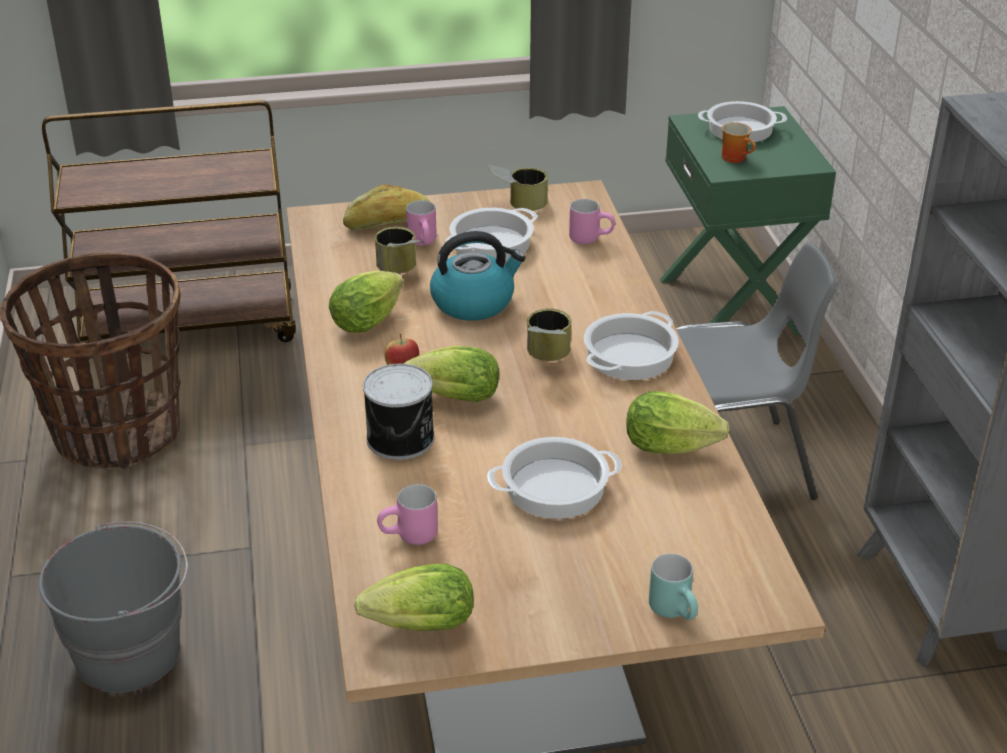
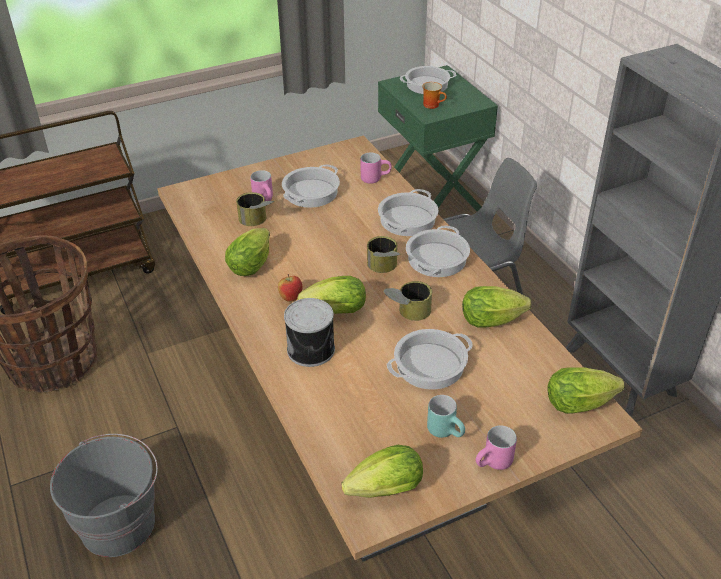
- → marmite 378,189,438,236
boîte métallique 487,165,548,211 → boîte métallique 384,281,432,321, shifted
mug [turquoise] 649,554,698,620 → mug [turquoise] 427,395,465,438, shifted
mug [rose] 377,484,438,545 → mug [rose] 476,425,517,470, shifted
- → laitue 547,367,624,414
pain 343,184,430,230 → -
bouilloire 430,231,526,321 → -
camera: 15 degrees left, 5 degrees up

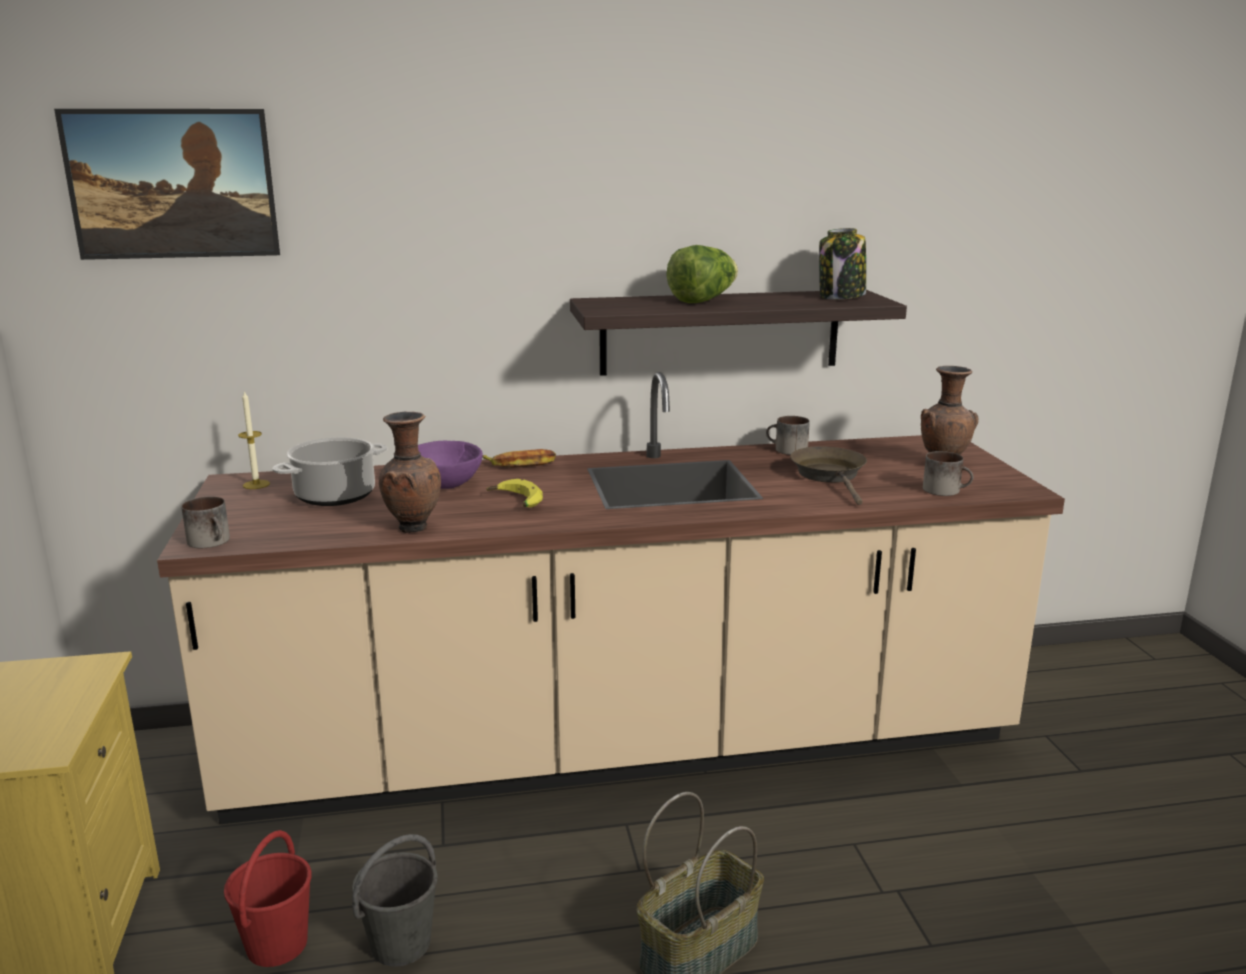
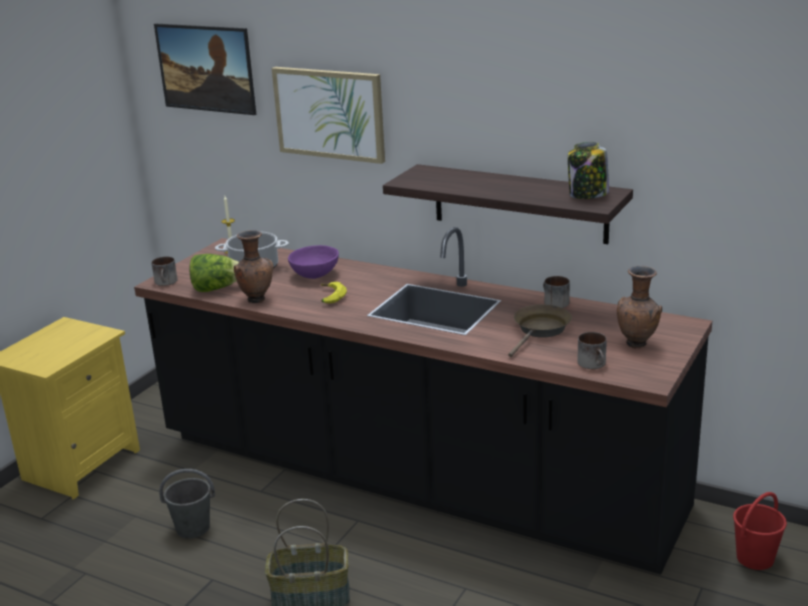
comptoir de cuisine [beige] 157,372,1065,824 → comptoir de cuisine [noir] 134,227,712,575
laitue 666,245,738,303 → laitue 189,254,239,292, shifted
- → tableau 272,67,385,164
seau [rouge] 224,830,312,967 → seau [rouge] 733,492,787,570, shifted
banane 482,449,556,468 → -
camera: 40 degrees right, 5 degrees up

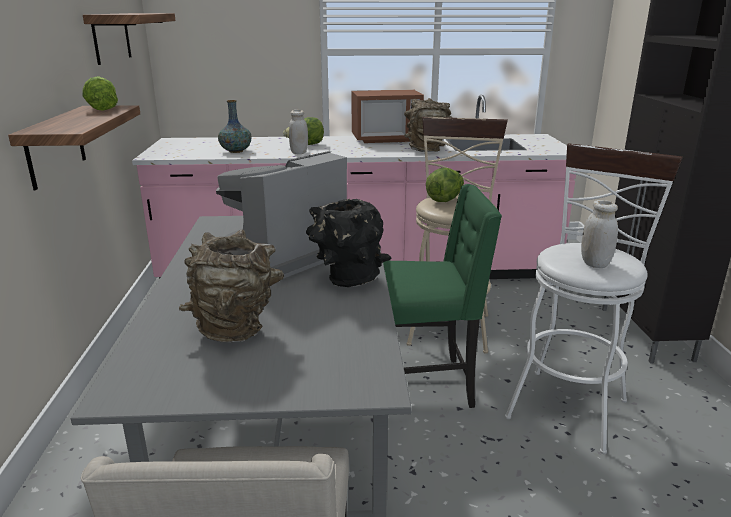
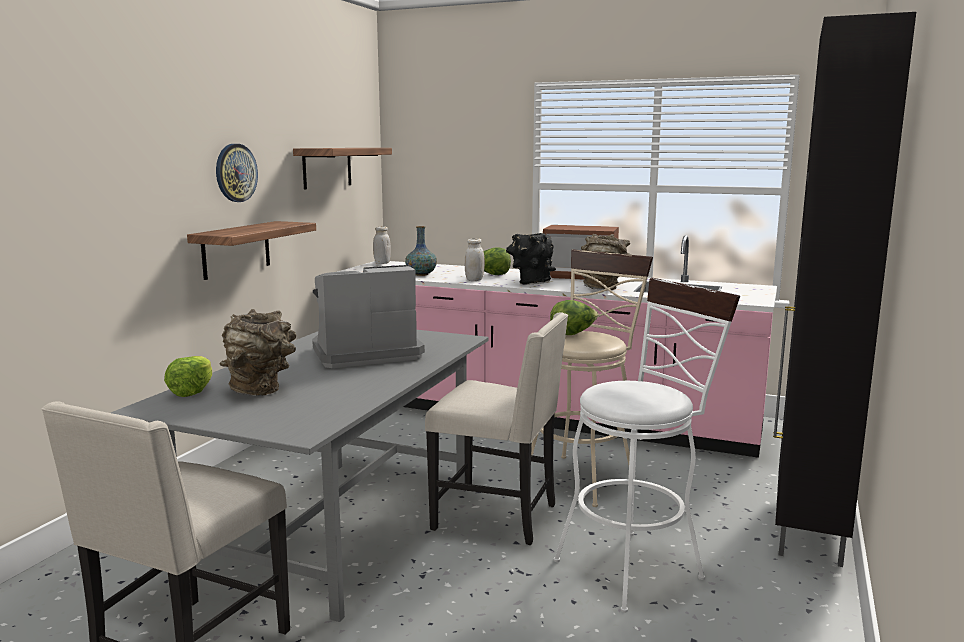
laitue 82,76,118,110 → laitue 164,356,212,397, shifted
- → horloge murale 216,144,258,202
bocal [blanc] 581,200,618,268 → bocal [blanc] 373,226,391,264, shifted
chaise [vert] 383,184,502,408 → chaise [beige] 425,312,568,545
vase [noir] 306,199,391,287 → vase [noir] 506,233,556,285, shifted
camera: 25 degrees right, 10 degrees down

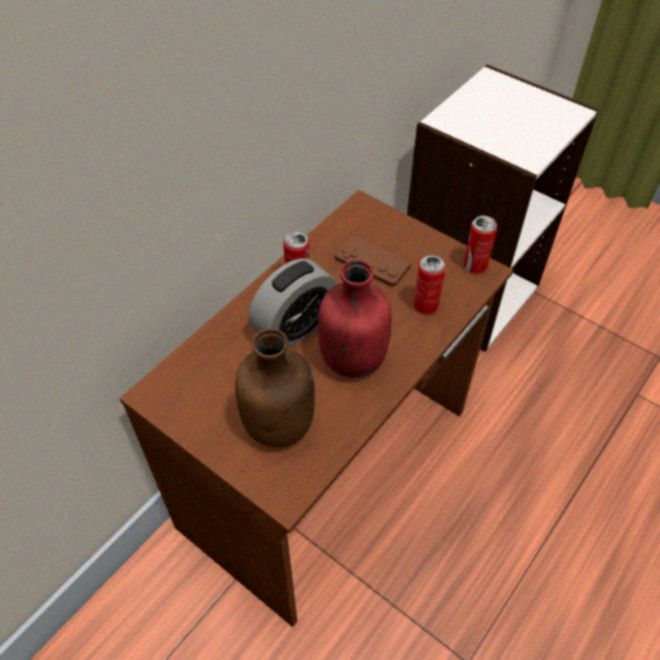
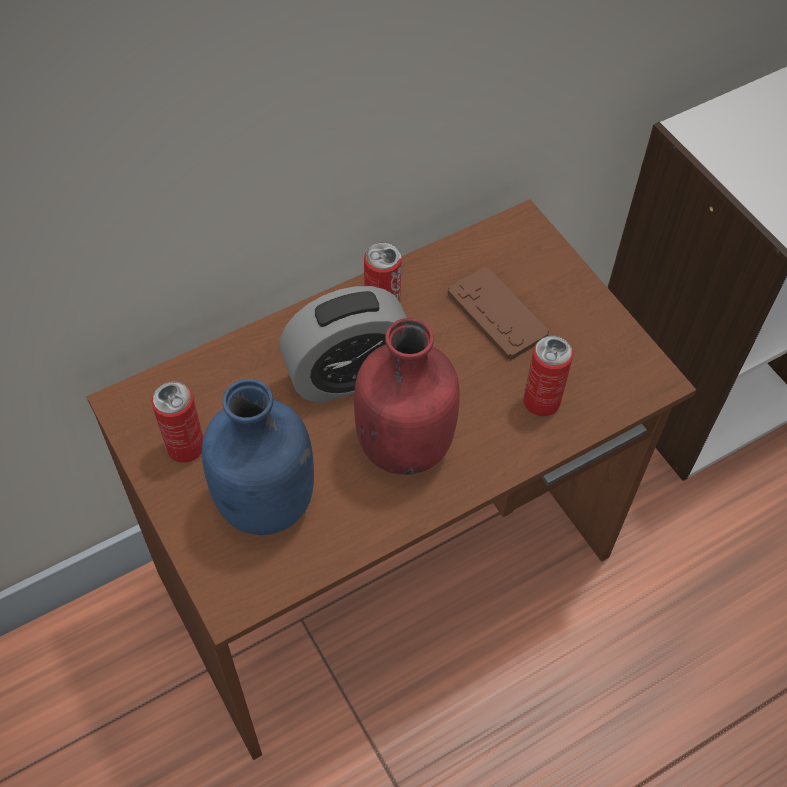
boîte métallique 464,216,497,274 → boîte métallique 152,382,203,463, shifted
bouteille [marron] 235,328,315,447 → bouteille [bleu] 202,379,314,535
camera: 20 degrees right, 5 degrees up

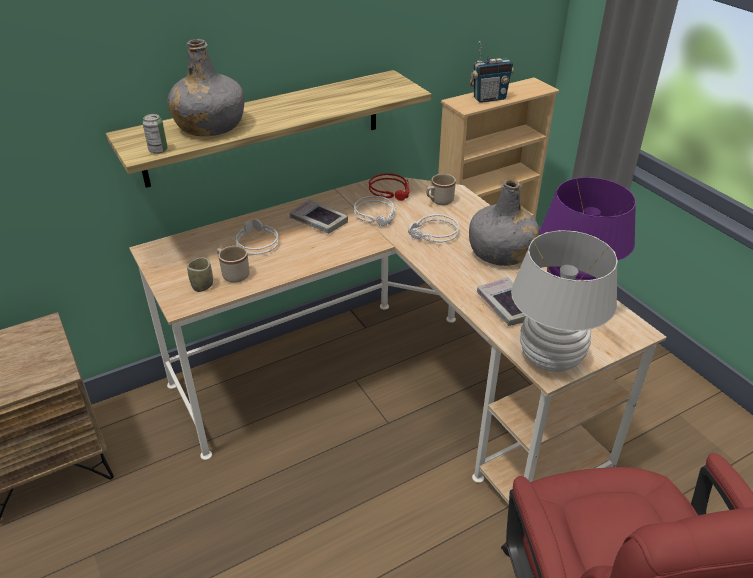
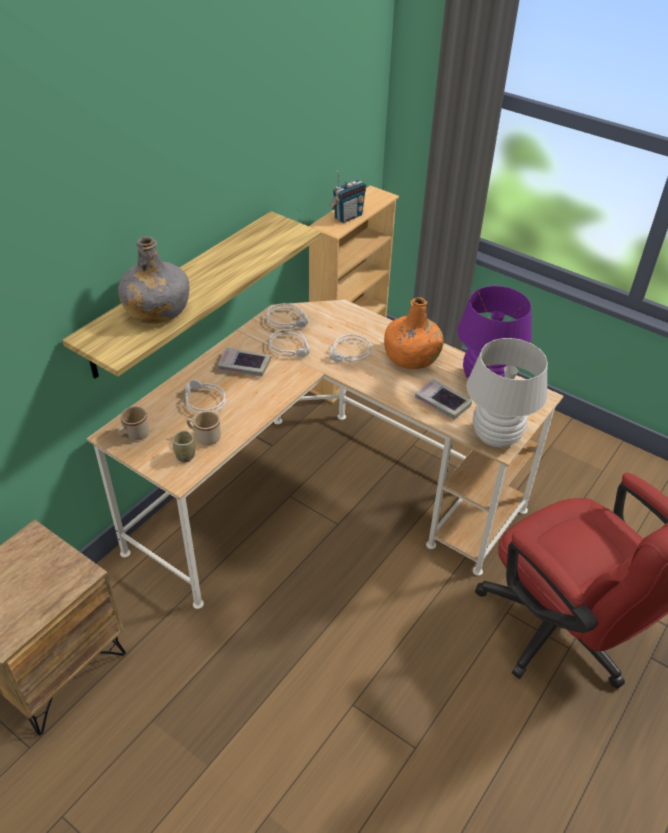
mug [beige] 426,174,456,205 → mug [beige] 118,406,149,440, shifted
casque audio [rouge] 369,173,410,201 → casque audio [gris] 266,303,308,329
bouteille [gris] 469,180,539,266 → bouteille [orange] 384,297,444,369
boîte métallique 142,114,168,154 → -
camera: 25 degrees left, 5 degrees up

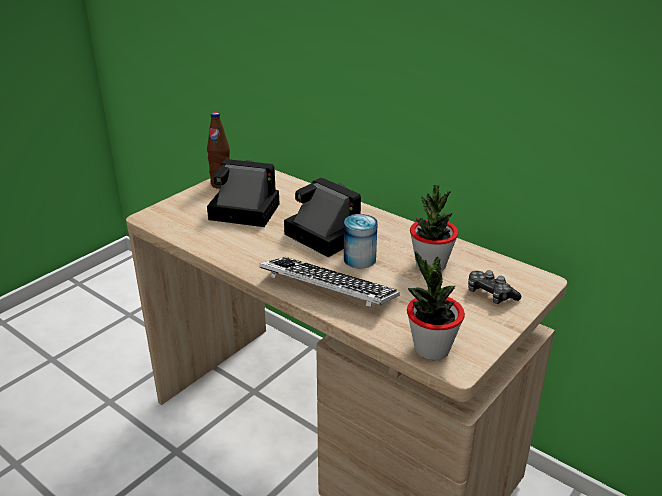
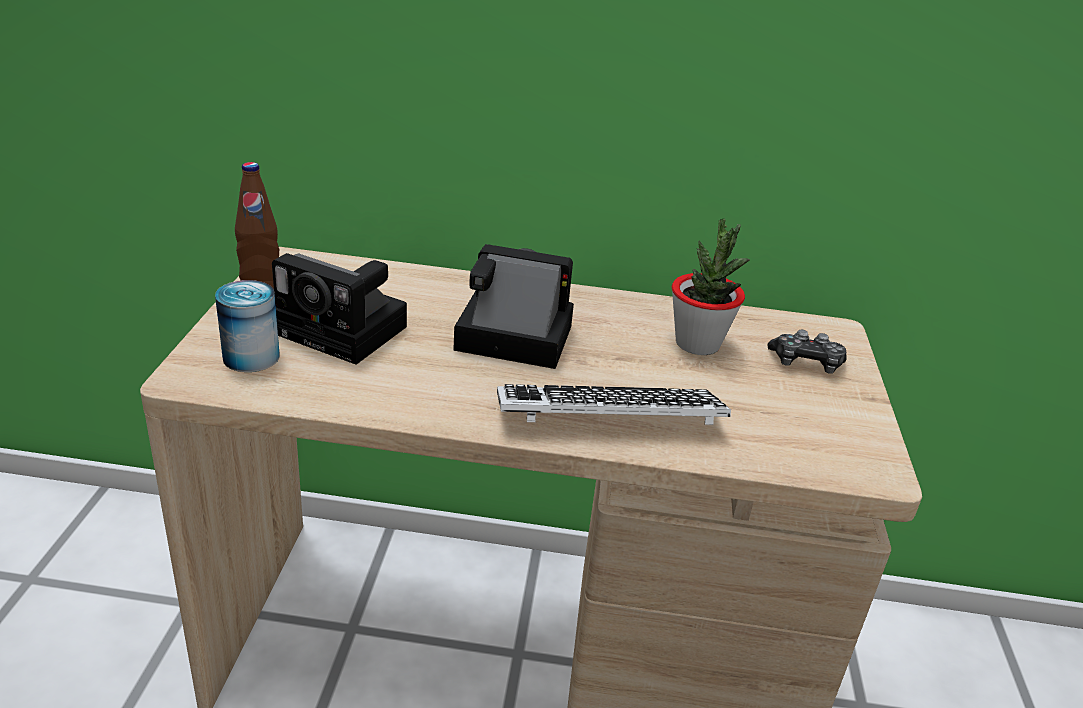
boîte métallique 344,214,378,268 → boîte métallique 215,280,280,372, shifted
appareil photo 207,159,279,227 → appareil photo 272,253,407,365, 135 degrees counterclockwise
plante en pot 407,251,465,360 → -
camera: 35 degrees left, 0 degrees up

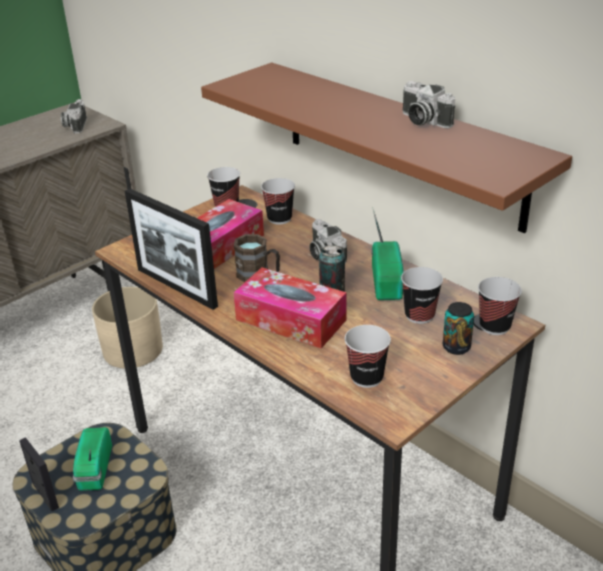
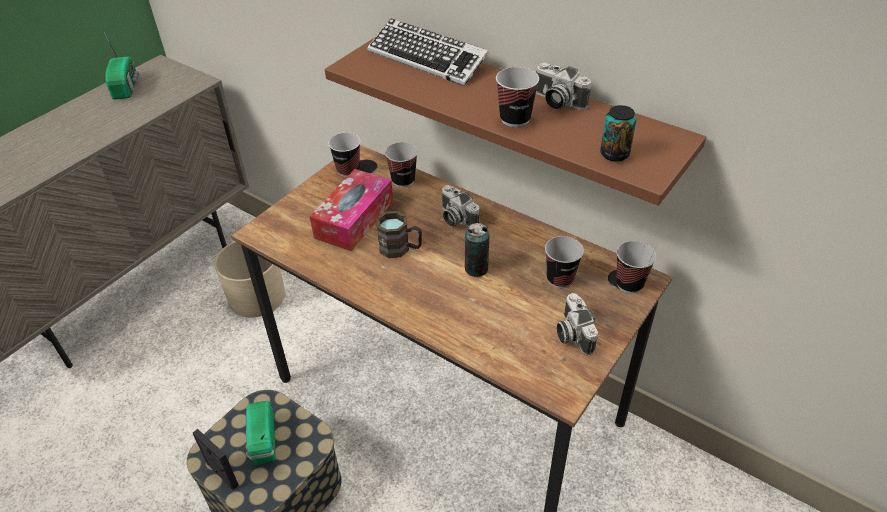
radio 371,207,405,300 → radio 104,32,139,100, shifted
- → clavier 367,18,489,86
tasse 345,325,391,388 → tasse 496,67,539,127, shifted
appareil photo 61,99,87,133 → appareil photo 557,293,598,355, shifted
boîte métallique 443,302,474,355 → boîte métallique 600,105,636,162, shifted
cadre photo 125,189,218,310 → -
boîte à mouchoirs 233,267,346,348 → -
camera: 10 degrees left, 10 degrees up

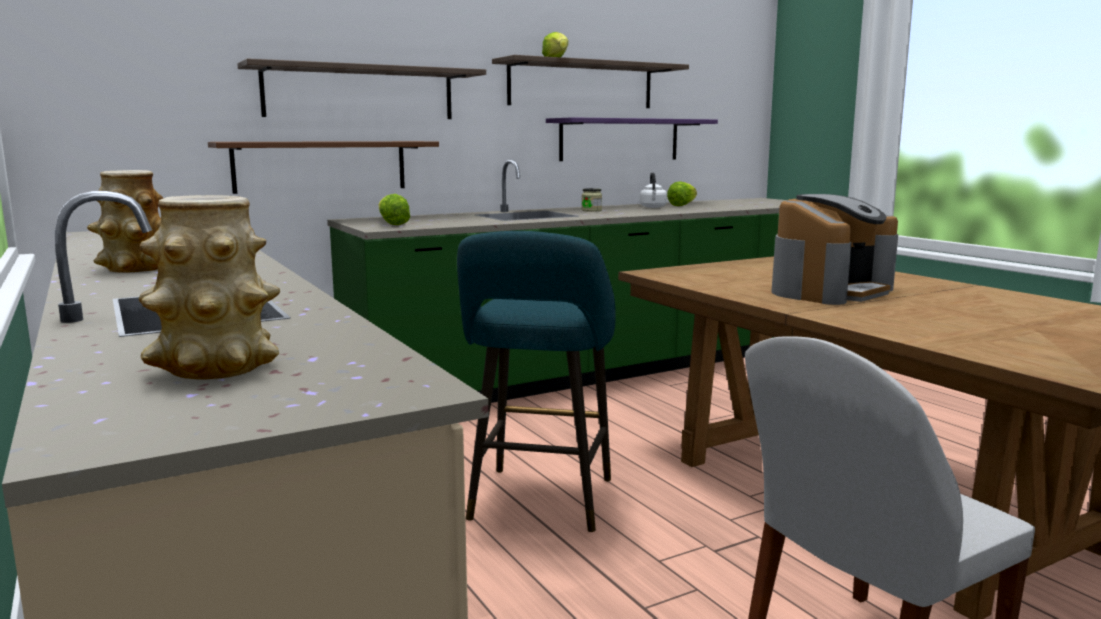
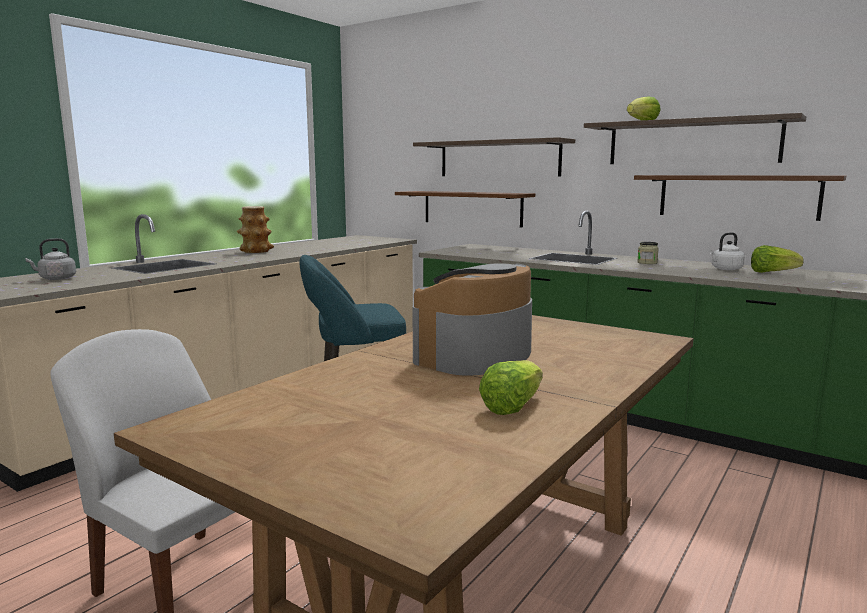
vase 139,195,280,379 → bouilloire [gris] 25,238,76,280
machine à café 771,194,898,305 → machine à café 412,263,532,376, 105 degrees clockwise
laitue 379,194,410,225 → laitue 479,360,543,415, shifted
étagère [violet] 546,117,718,161 → étagère [marron] 634,175,846,221
camera: 65 degrees right, 0 degrees up

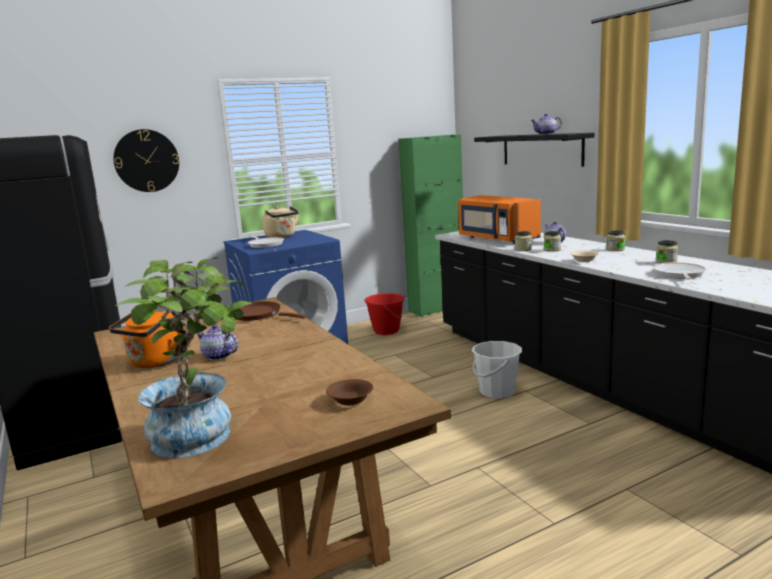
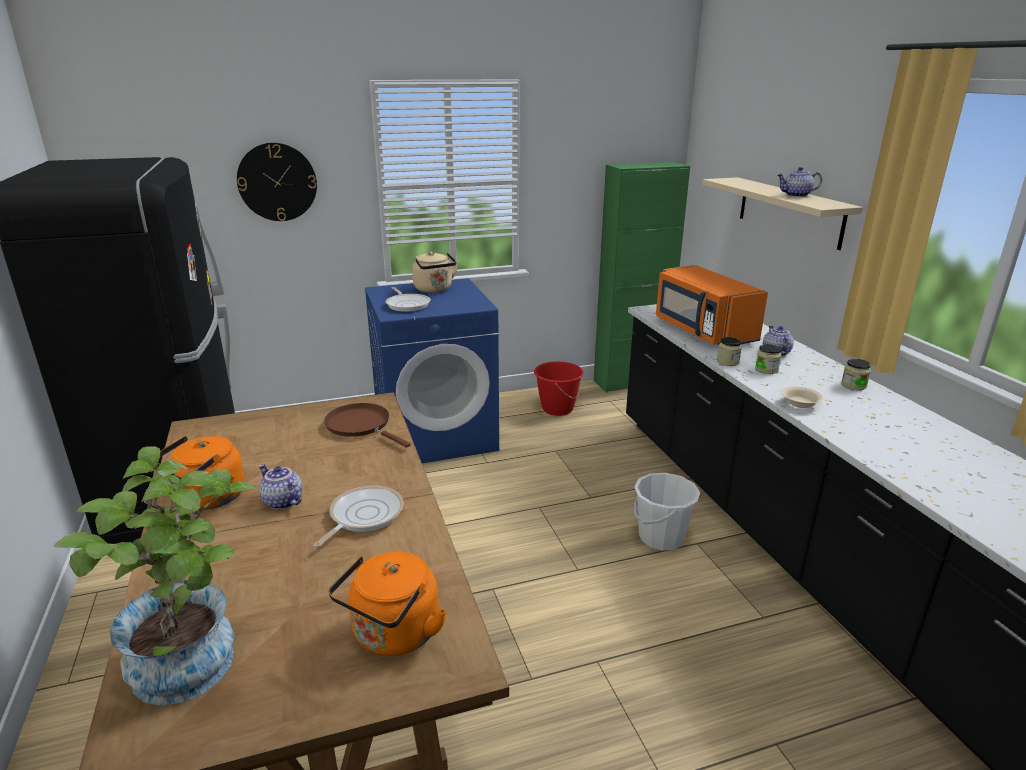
poêle 653,262,707,279 → poêle 314,486,404,547, shifted
bol [marron] 326,379,373,406 → bouilloire [orange] 328,552,446,656
étagère [noir] 474,133,594,167 → étagère [beige] 702,177,863,250
bocal 656,240,678,263 → -
camera: 10 degrees right, 10 degrees up

